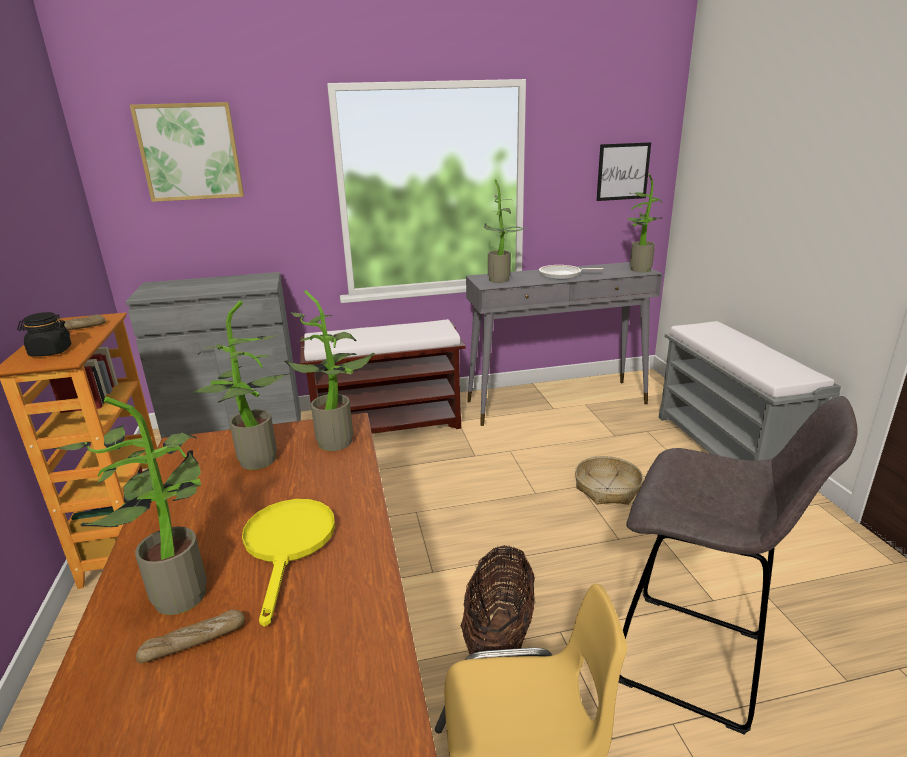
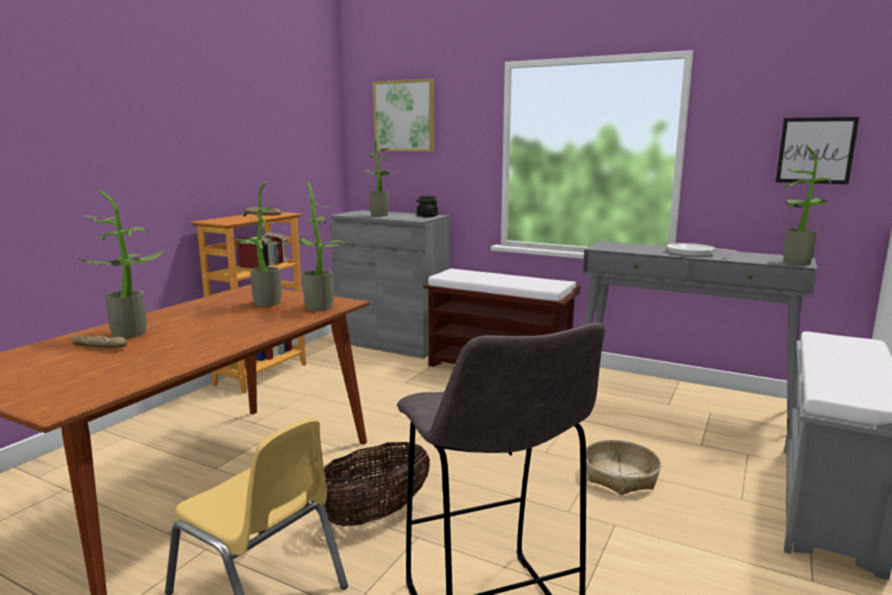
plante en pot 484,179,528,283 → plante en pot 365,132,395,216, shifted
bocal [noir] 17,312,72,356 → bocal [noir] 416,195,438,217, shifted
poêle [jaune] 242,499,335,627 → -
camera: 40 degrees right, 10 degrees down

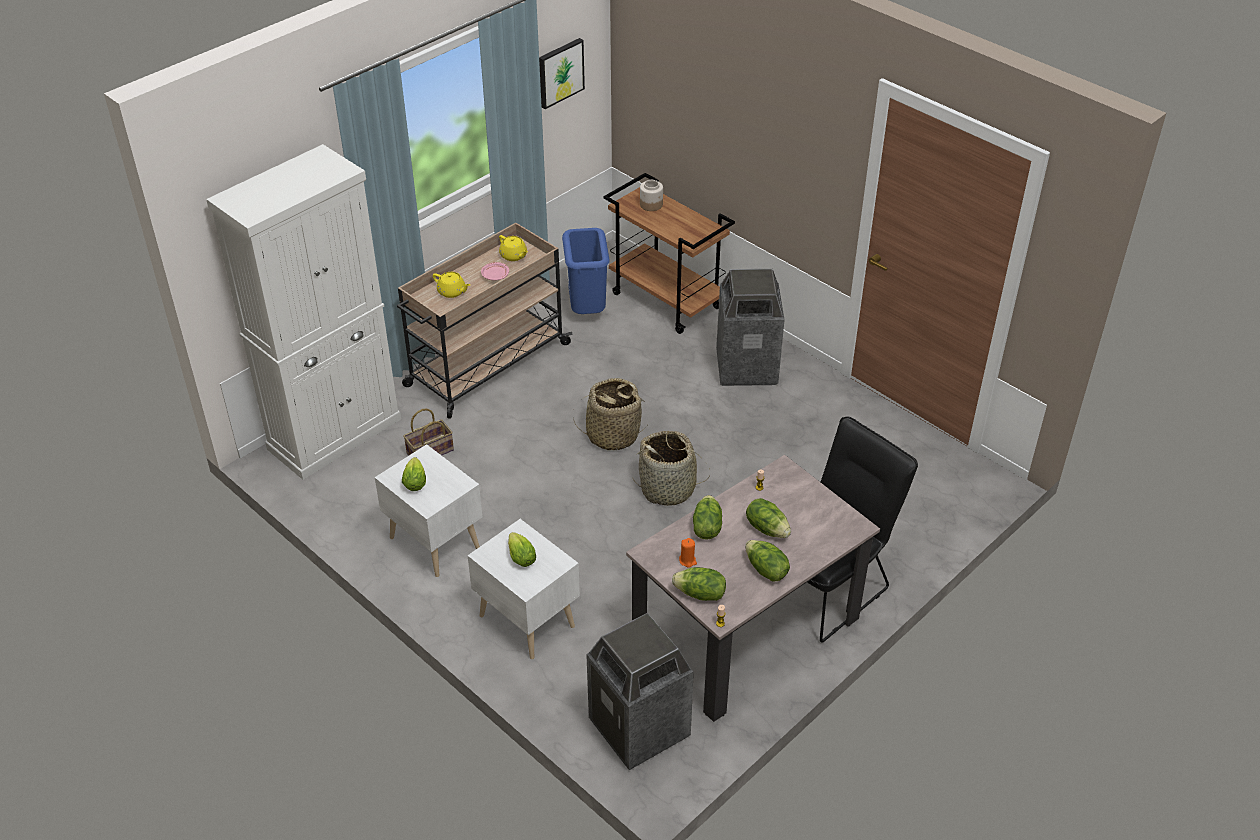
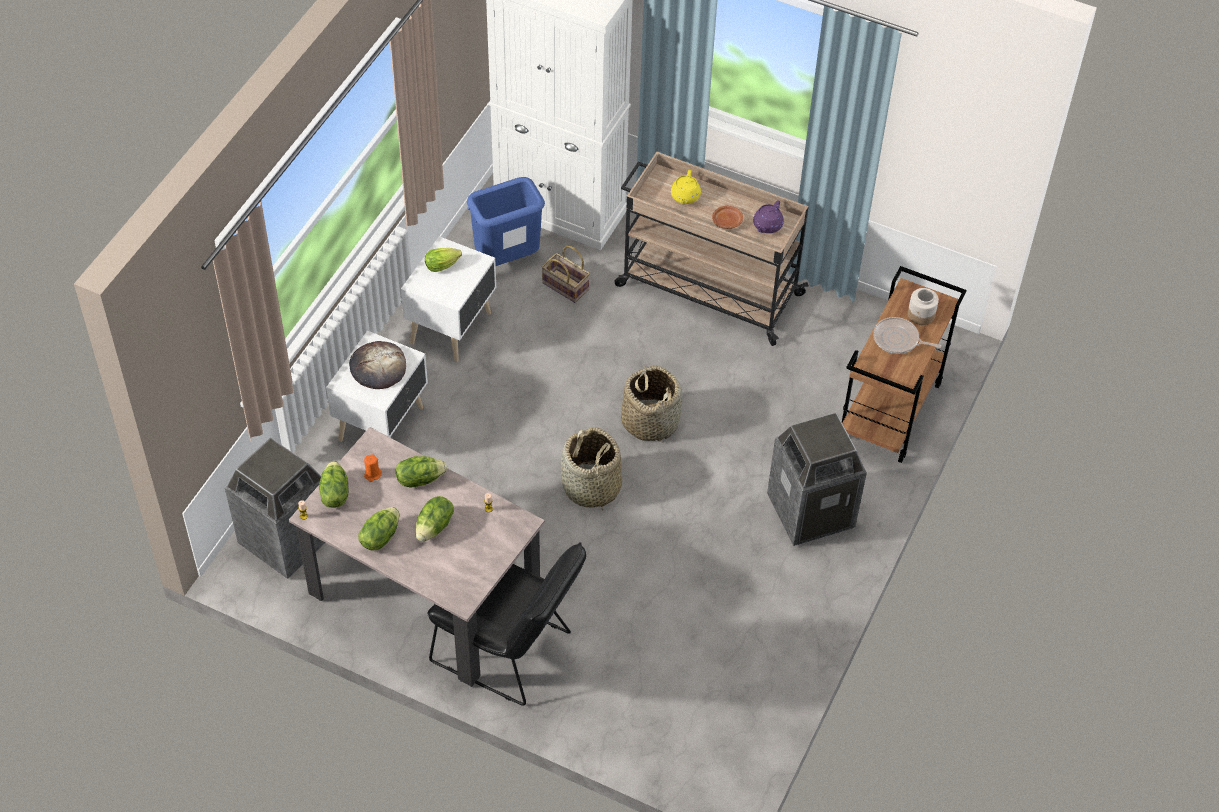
laitue 508,532,536,567 → pain 349,341,406,389
poubelle [bleu] 562,228,610,314 → poubelle [bleu] 467,177,545,266, shifted
assiette [rose] 481,262,509,280 → assiette [marron] 712,206,743,229
théière [jaune] 499,235,528,261 → théière [violet] 753,200,784,233
- → poêle 873,317,941,354
tableau 539,38,585,109 → -
camera: 70 degrees right, 10 degrees up

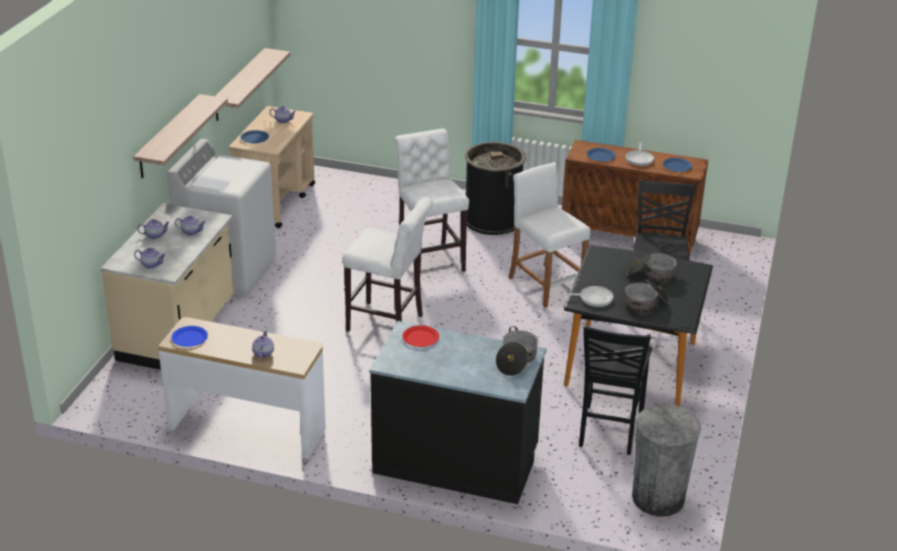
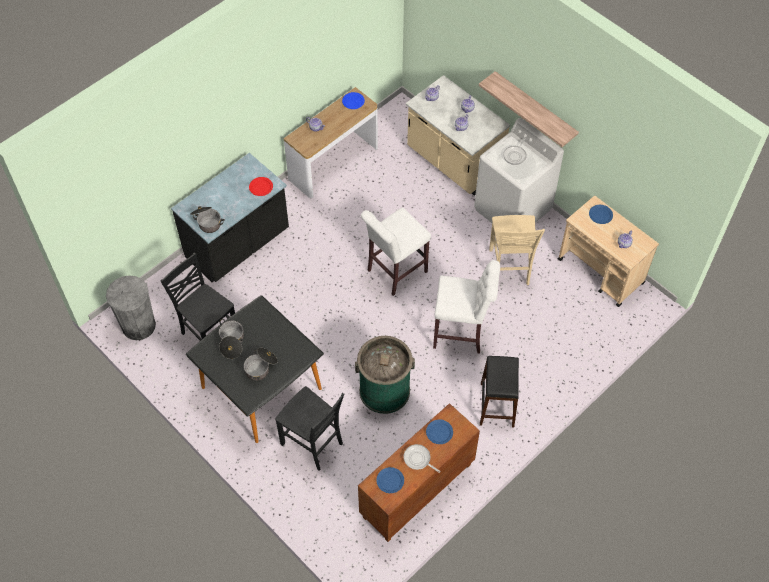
tabouret [blanc] 508,162,591,308 → poubelle [vert] 355,336,415,414
poubelle [noir] 465,142,526,235 → tabouret [noir] 480,356,519,428
- → chaise [beige] 489,215,545,285
poêle 562,286,614,307 → poêle 503,138,527,165, shifted
étagère 215,48,291,121 → -
camera: 120 degrees right, 25 degrees up

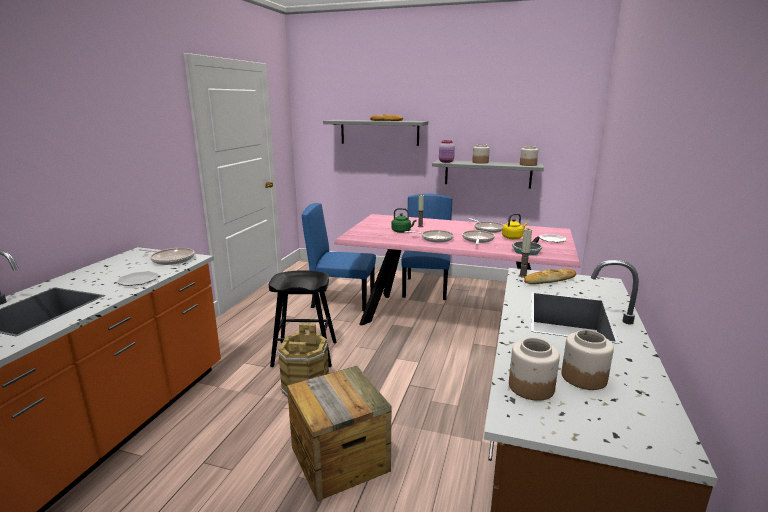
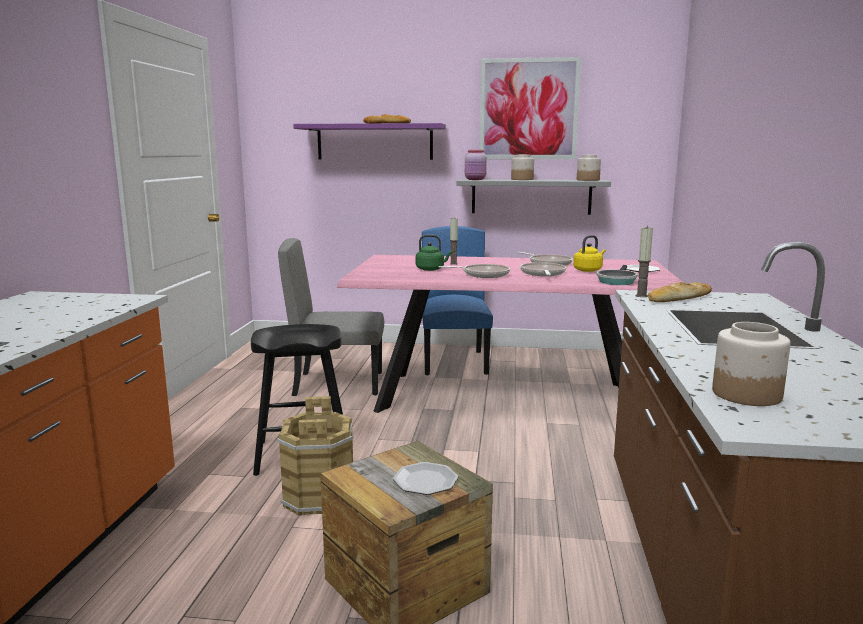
chaise [bleu] 302,203,376,311 → chaise [gris] 278,238,384,396
étagère [gris] 323,120,428,146 → étagère [violet] 293,123,446,160
assiette 116,271,159,286 → assiette 393,462,458,495, shifted
- → tableau 480,57,581,159
poêle 138,248,195,265 → -
bocal 562,330,614,390 → -
camera: 10 degrees left, 5 degrees down

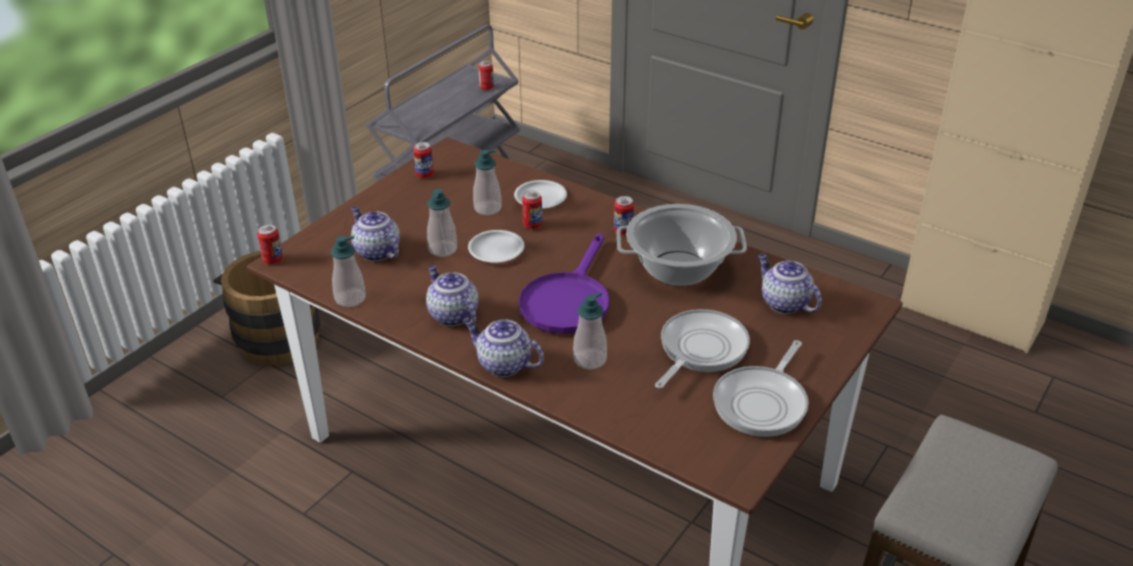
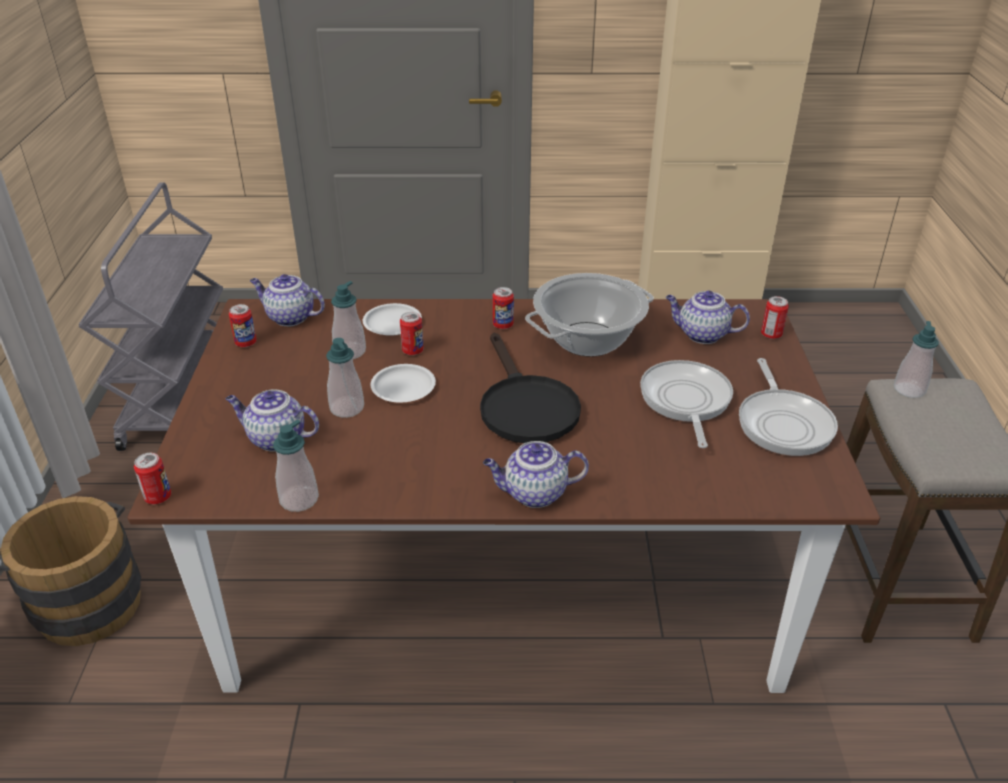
théière 426,265,479,326 → théière 250,274,325,326, shifted
poêle [violet] 519,233,609,334 → poêle [noir] 480,333,581,443
boîte métallique 478,61,494,91 → boîte métallique 761,296,789,339, shifted
distributeur de savon 573,292,607,370 → distributeur de savon 894,321,939,398, shifted
camera: 35 degrees left, 0 degrees up

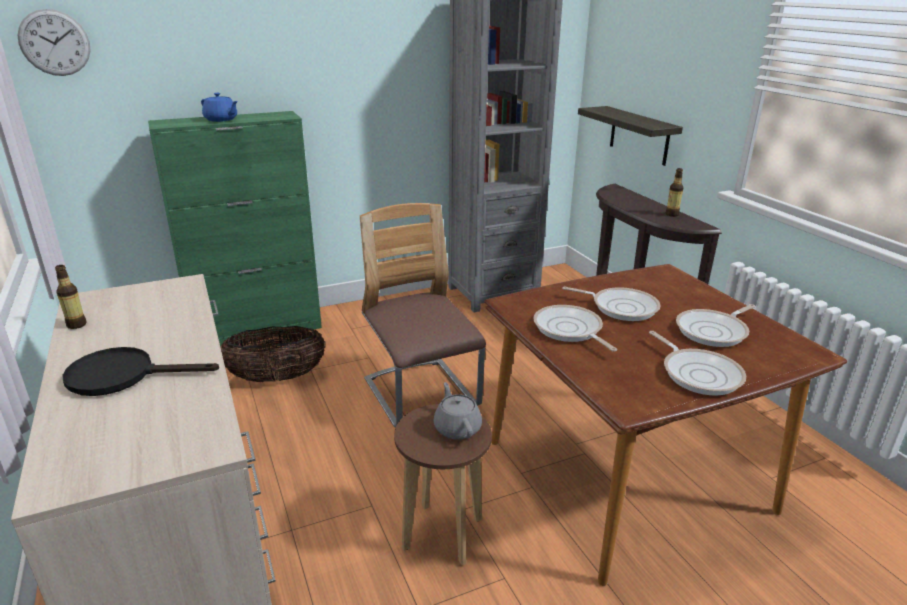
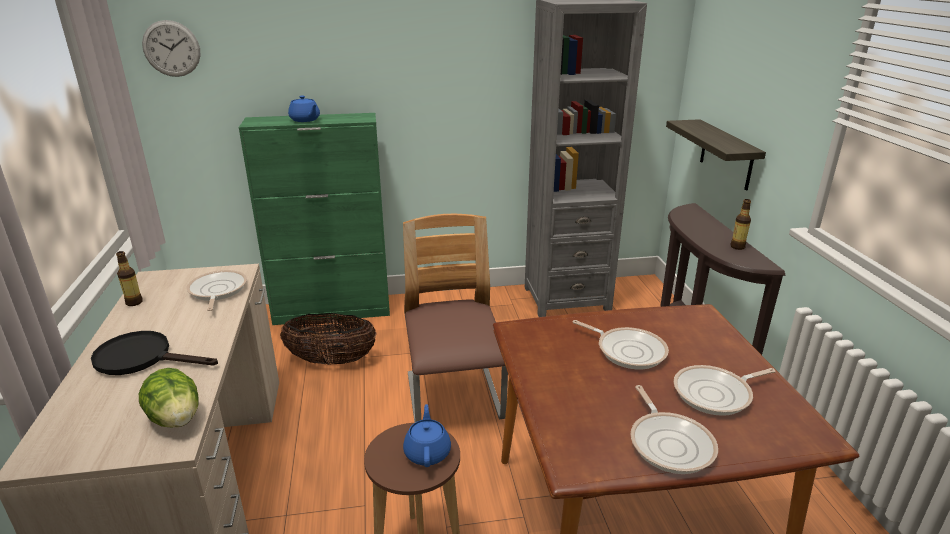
- → laitue 139,368,198,428
poêle 533,305,617,351 → poêle 186,270,247,311, shifted
théière [gris] 434,382,482,440 → théière [bleu] 403,404,451,467
camera: 15 degrees right, 0 degrees up

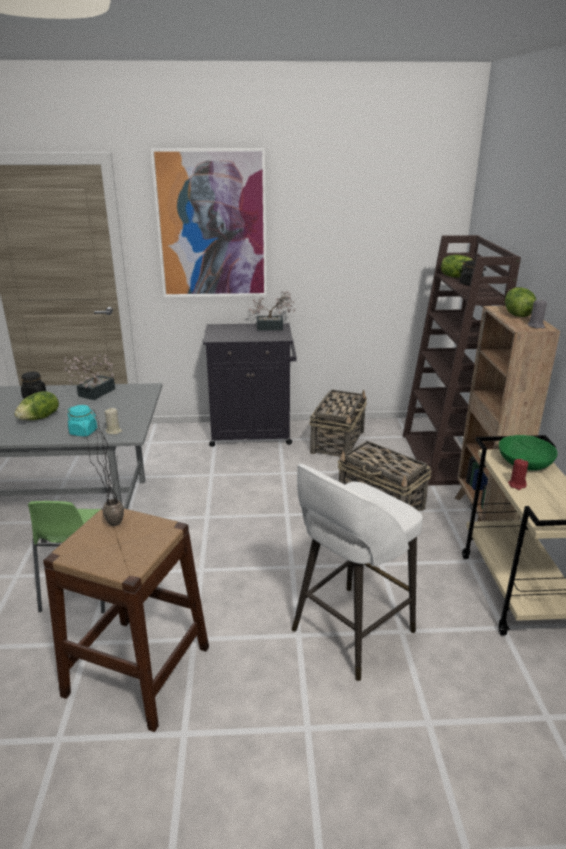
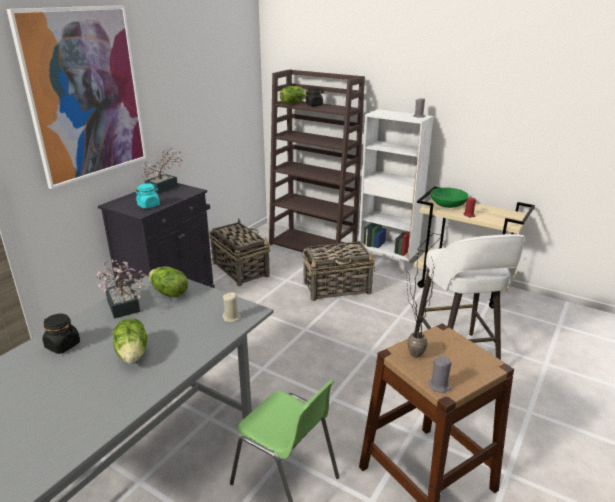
bocal [turquoise] 67,405,97,436 → bocal [turquoise] 135,183,160,209, shifted
laitue 505,287,536,317 → laitue 149,266,188,297, shifted
bibliothèque [marron] 455,306,560,521 → bibliothèque [blanc] 359,109,434,274
- → bougie [gris] 428,356,452,393
camera: 55 degrees left, 0 degrees up

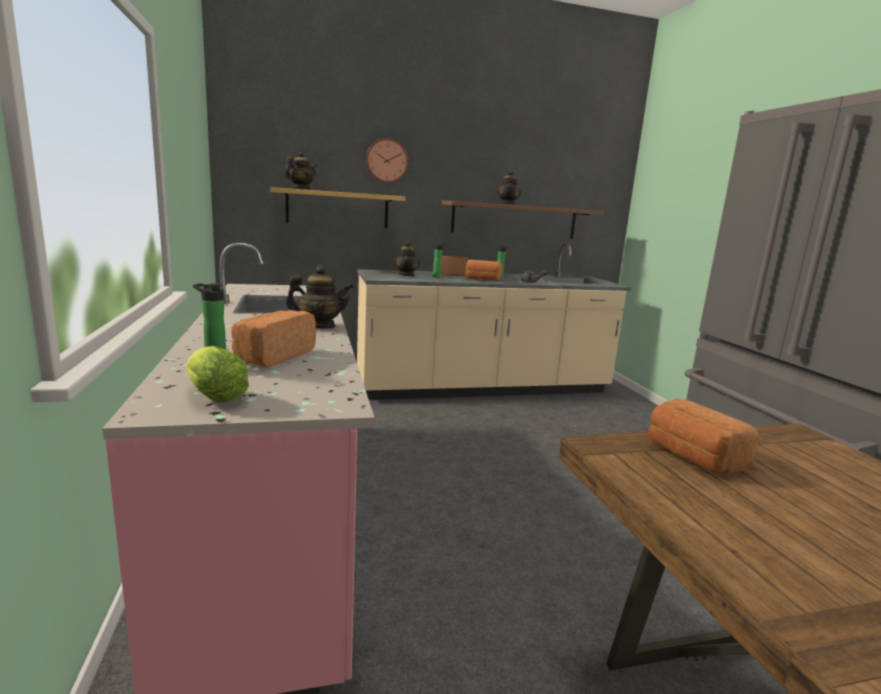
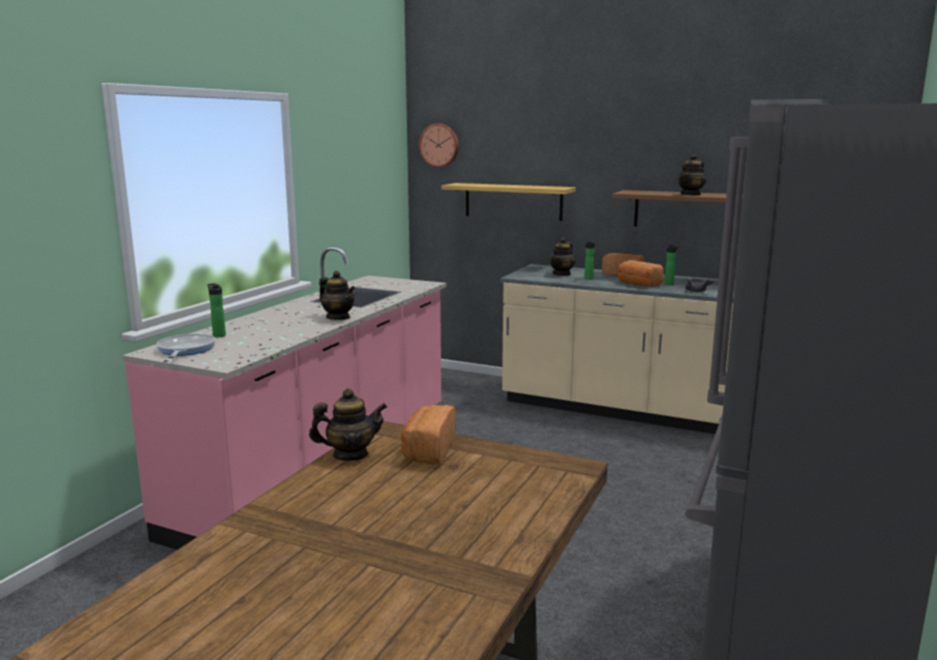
laitue 186,346,249,403 → poêle 156,334,216,357
théière 285,152,317,189 → théière 309,388,387,461, shifted
horloge murale 366,138,408,183 → horloge murale 419,123,459,167, shifted
pain 231,310,316,367 → -
camera: 40 degrees right, 0 degrees up

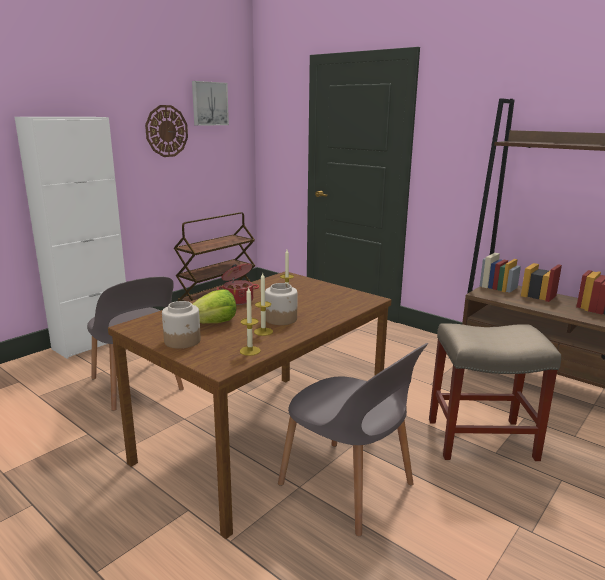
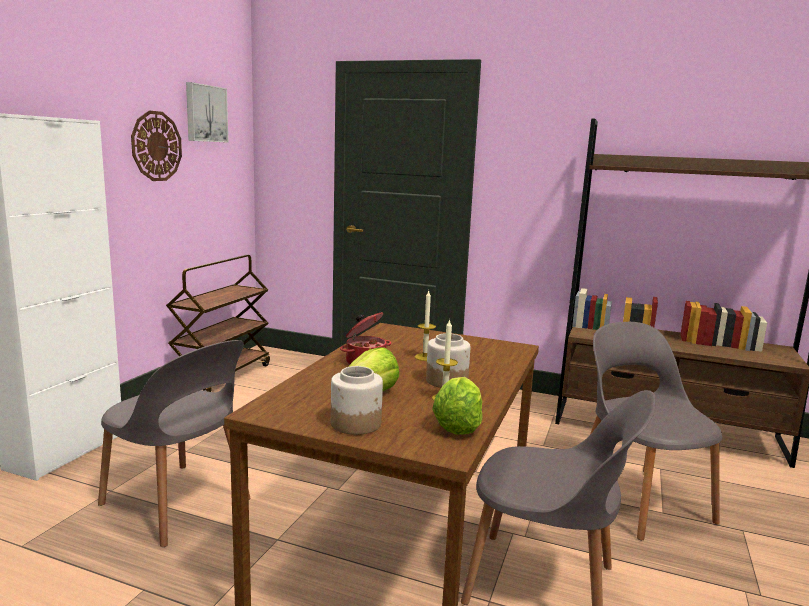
bougie 240,288,261,356 → laitue 432,377,483,434
tabouret [beige] 429,323,561,461 → chaise [gris] 590,322,722,540
camera: 20 degrees left, 5 degrees down

